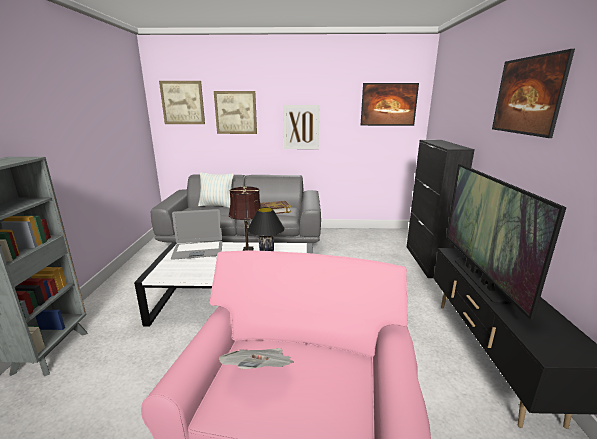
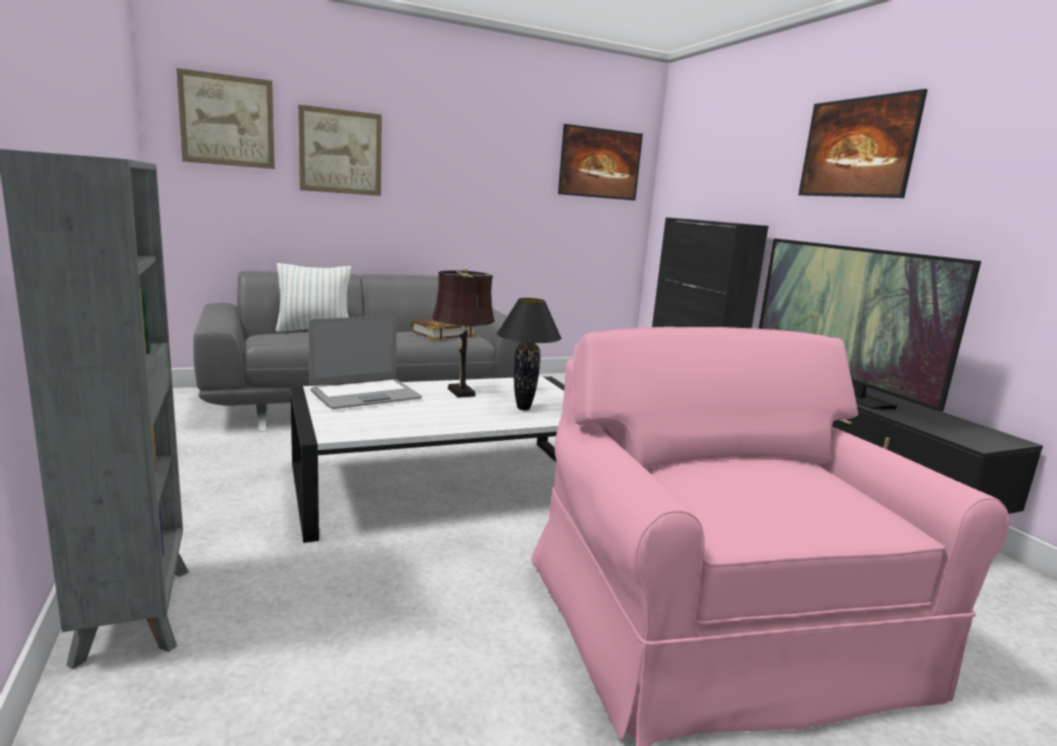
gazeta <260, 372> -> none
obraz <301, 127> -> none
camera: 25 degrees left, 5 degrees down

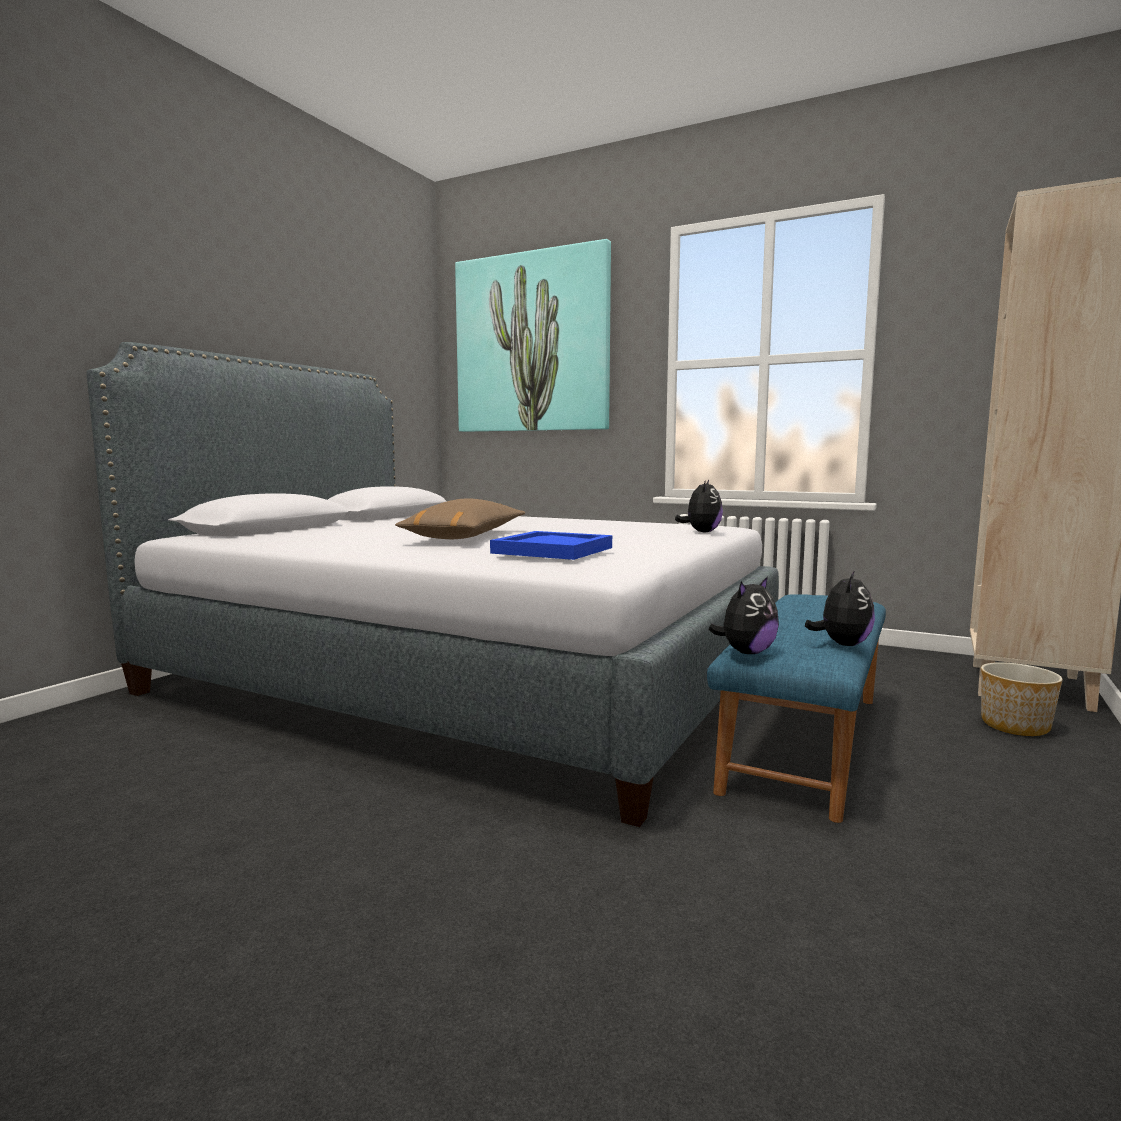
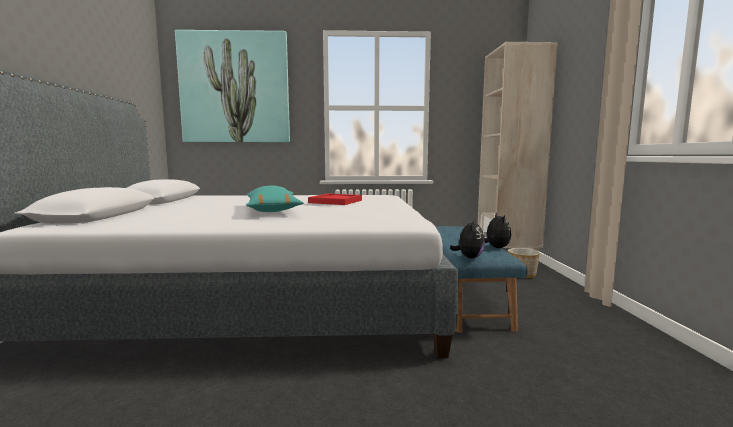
poduszka [brązowy] <465, 537> -> poduszka [turkusowy] <272, 210>
none -> taca [czerwony] <336, 201>
taca [niebieski] <550, 550> -> none
pluszak <701, 532> -> none
camera: 30 degrees left, 0 degrees up

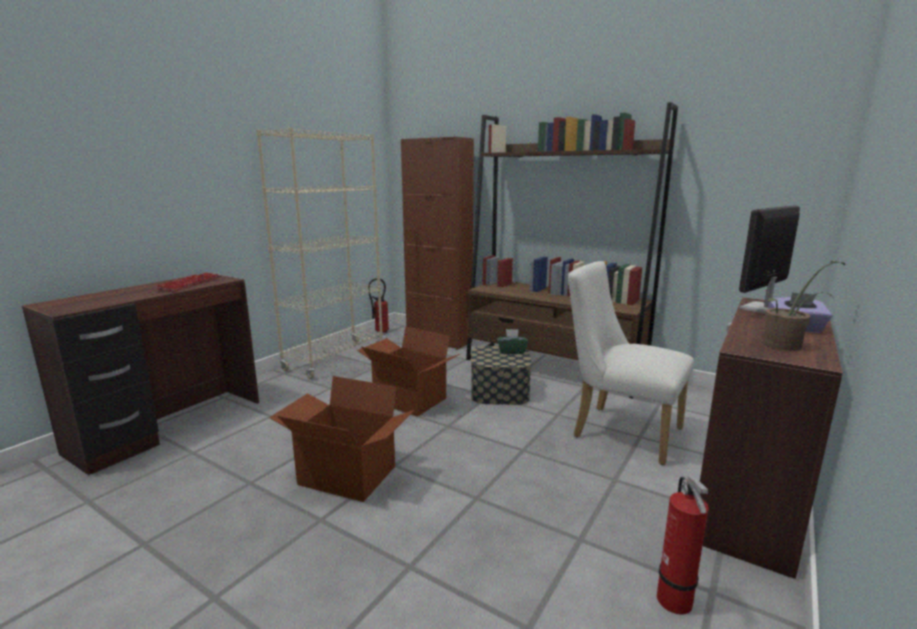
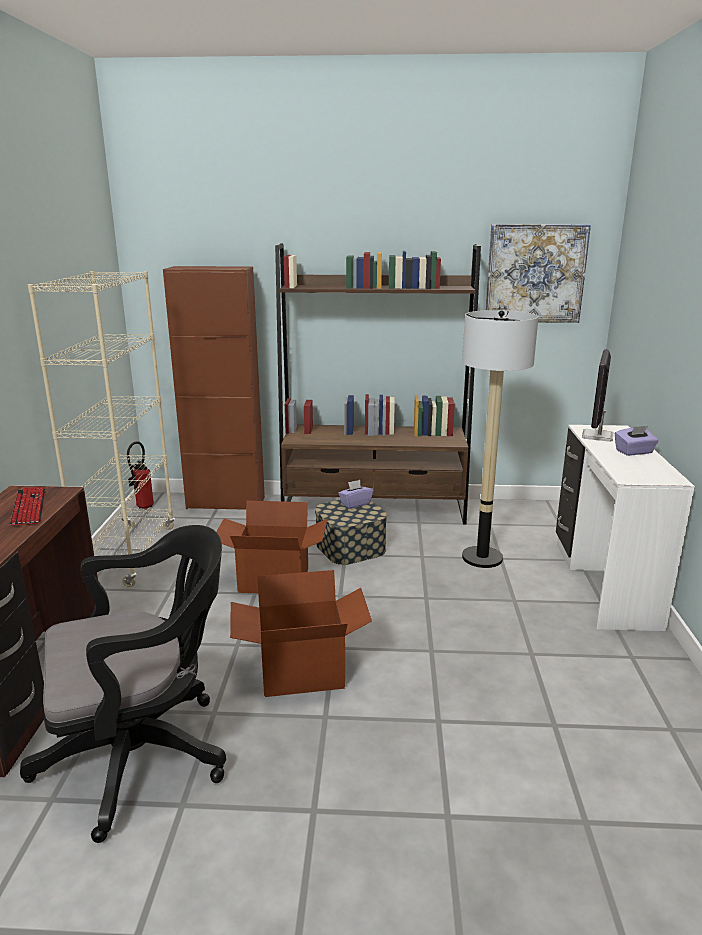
none -> krzesło biurowe [czarny] <145, 754>
pudełko chusteczek [zielony] <511, 351> -> pudełko chusteczek [fioletowy] <355, 503>
krzesło [biały] <619, 431> -> lampa stojąca <482, 557>
none -> obraz <535, 274>
biurko [brązowy] <747, 494> -> biurko [biały] <602, 583>
gaśnica <675, 604> -> none
roślina doniczkowa <787, 345> -> none
camera: 30 degrees left, 5 degrees up

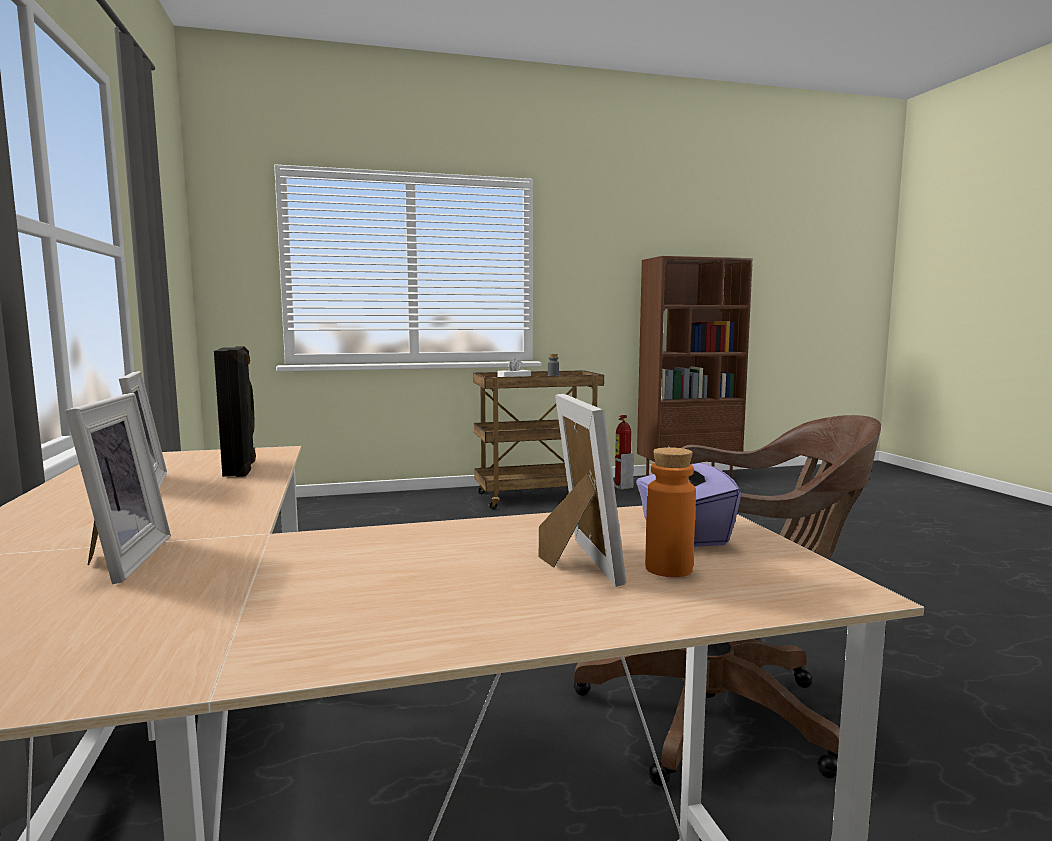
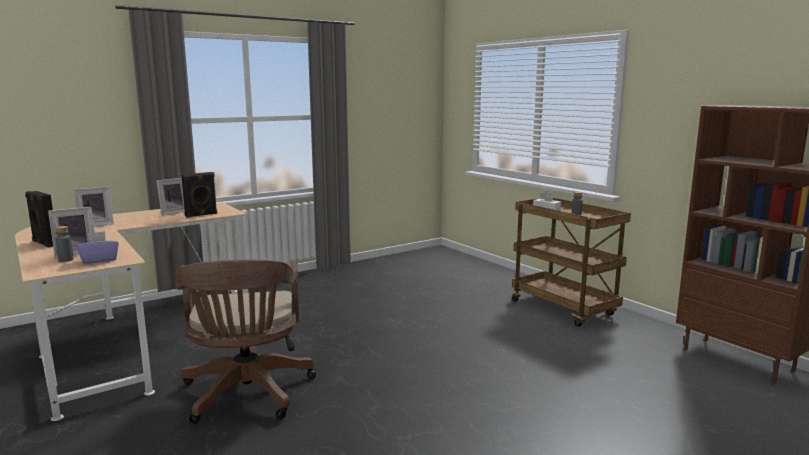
none -> głośnik [czarny] <44, 243>
butelka [pomarańczowy] <668, 569> -> butelka [szary] <66, 260>
gaśnica <622, 487> -> none
camera: 70 degrees right, 5 degrees up

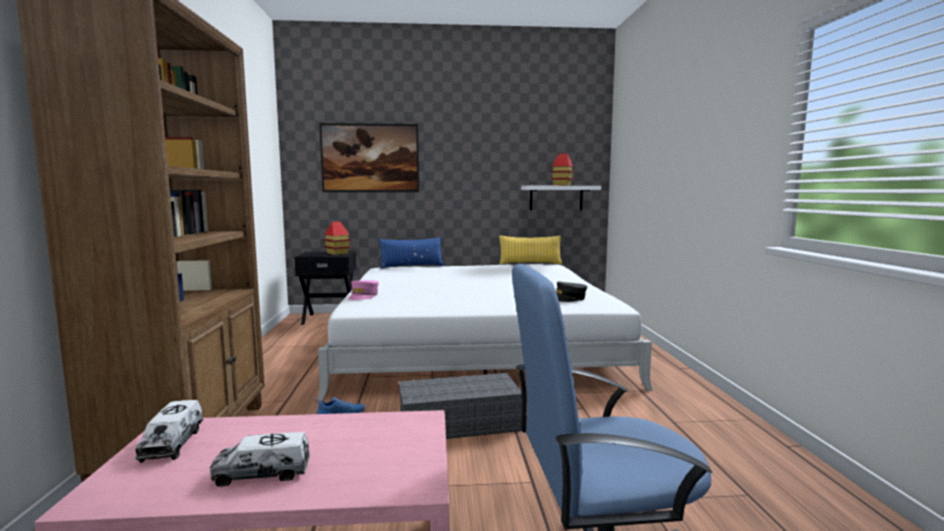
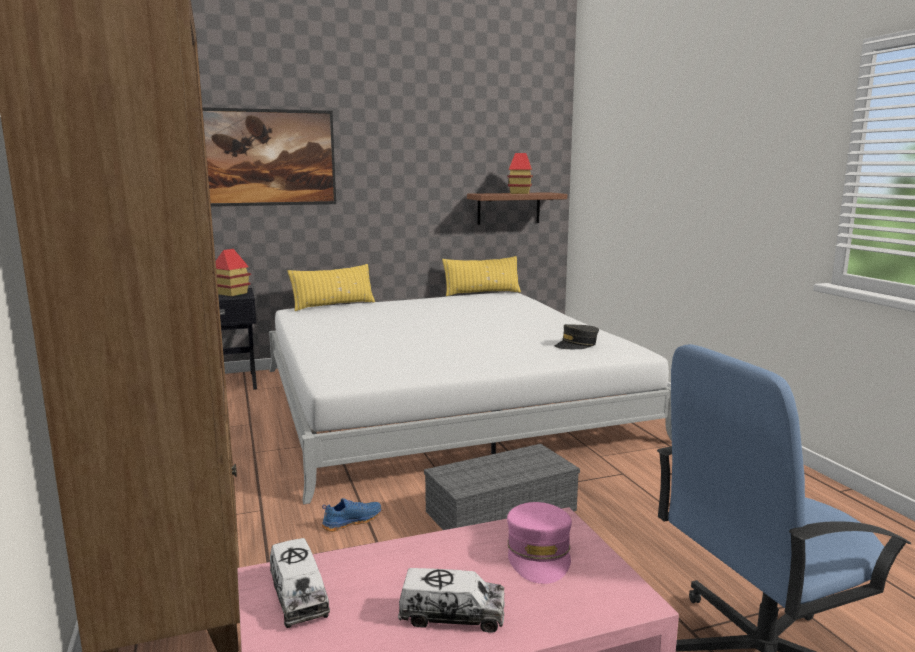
poduszka [niebieski] <411, 266> -> poduszka [żółty] <333, 305>
ciężarówka zabawkowa <262, 473> -> ciężarówka zabawkowa <452, 615>, 150 degrees counterclockwise
półka [biały] <556, 198> -> półka [brązowy] <508, 208>
czapka z daszkiem [różowy] <363, 296> -> czapka z daszkiem [różowy] <539, 554>, moved
camera: 15 degrees left, 5 degrees up

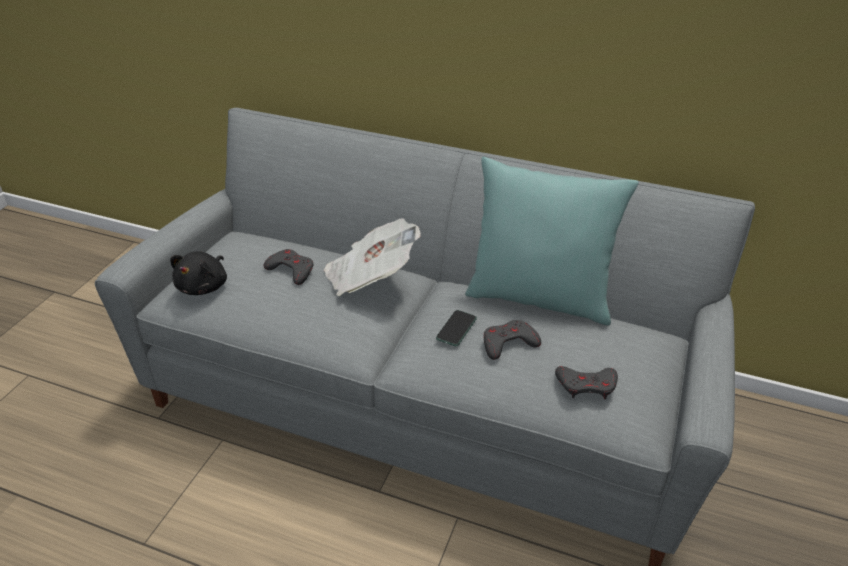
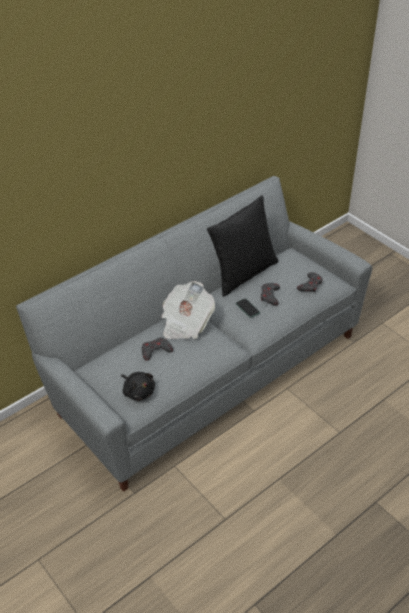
poduszka [turkusowy] <539, 297> -> poduszka [czarny] <243, 274>
camera: 60 degrees left, 5 degrees up

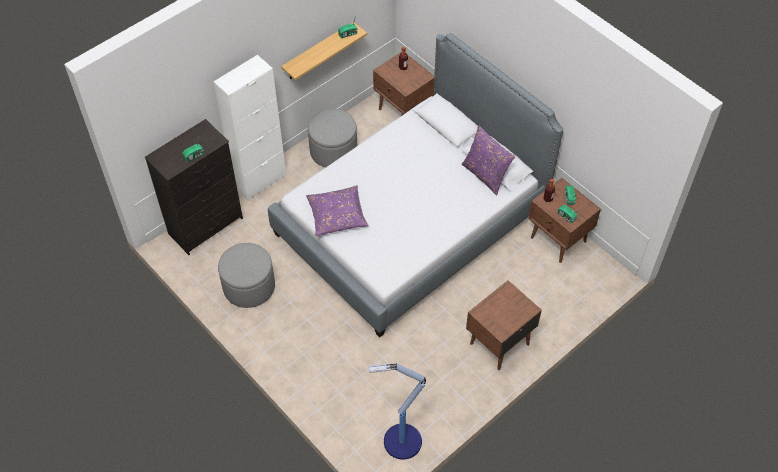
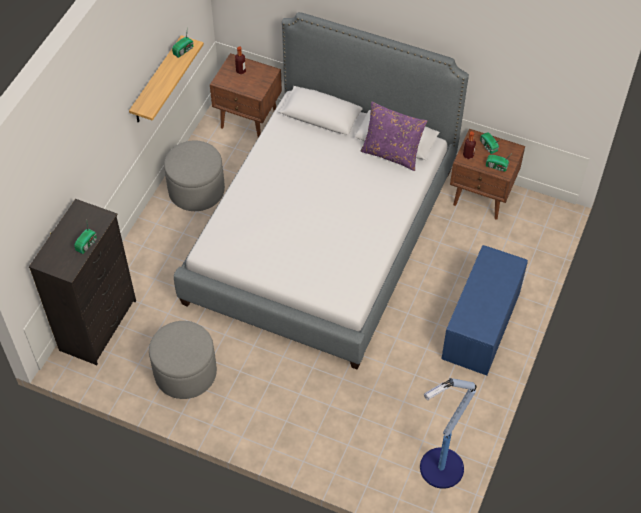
szafka nocna [brązowy] <498, 344> -> ławka [niebieski] <482, 326>
szafka [biały] <260, 181> -> none
poduszka [fioletowy] <337, 215> -> none
camera: 25 degrees left, 0 degrees up

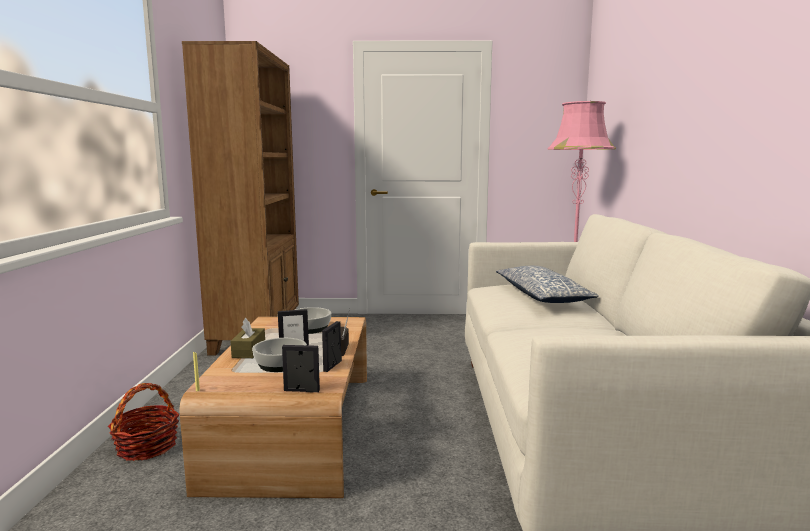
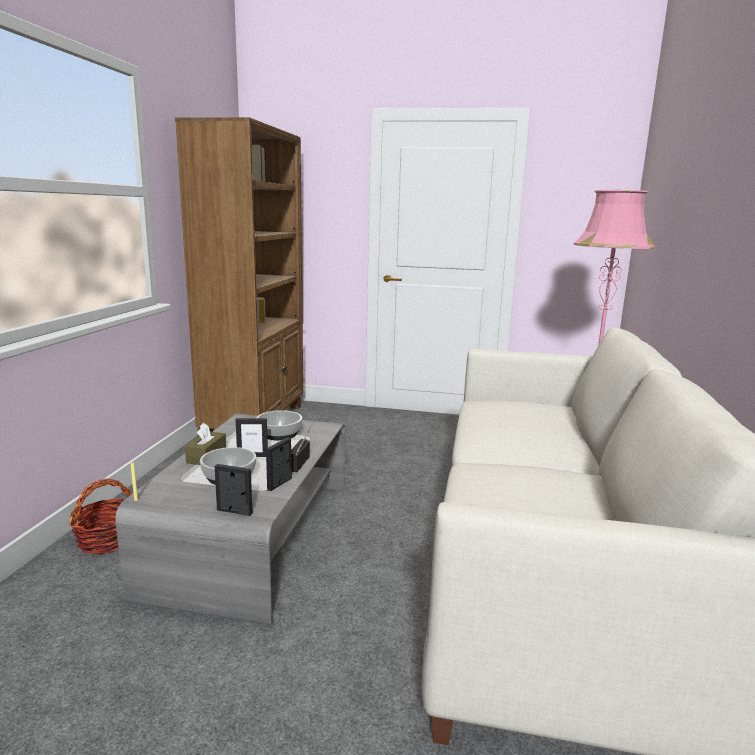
ława [brązowy] <295, 427> -> ława [szary] <253, 535>
poduszka <541, 296> -> none
camera: 10 degrees right, 5 degrees up

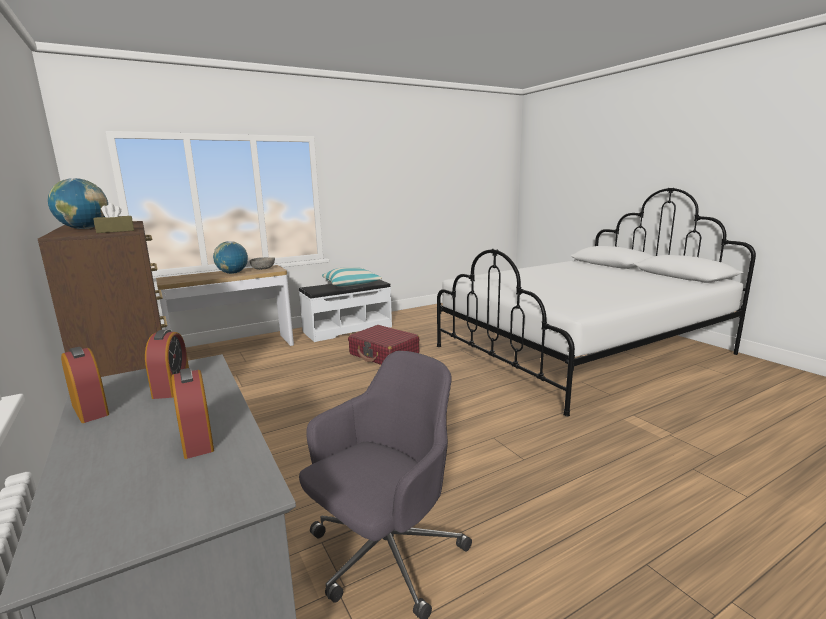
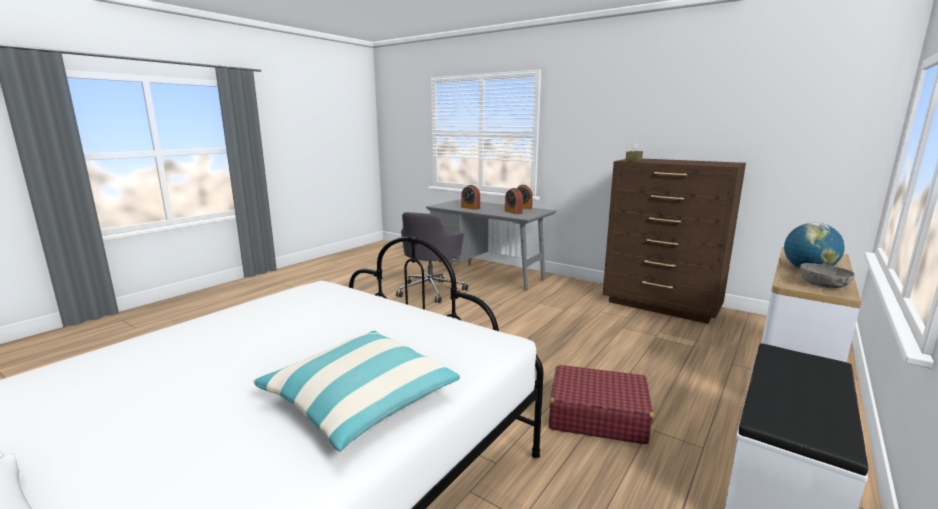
poduszka <351, 284> -> poduszka <360, 400>, moved
globus <84, 229> -> none
camera: 155 degrees right, 0 degrees up

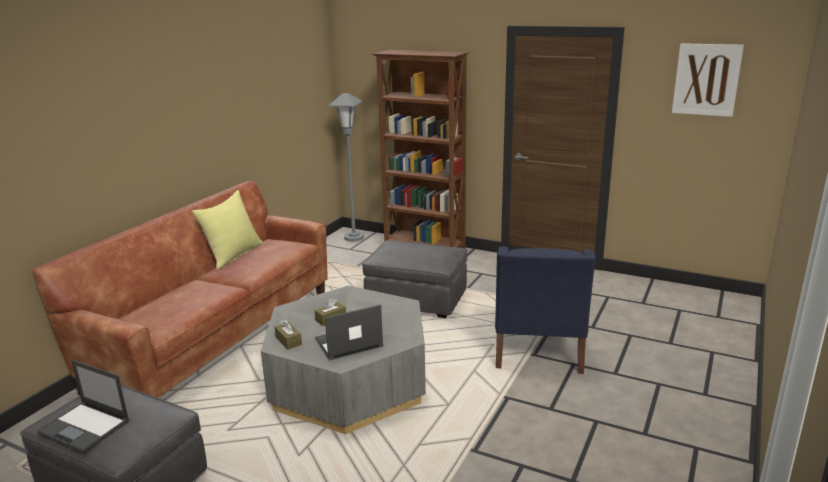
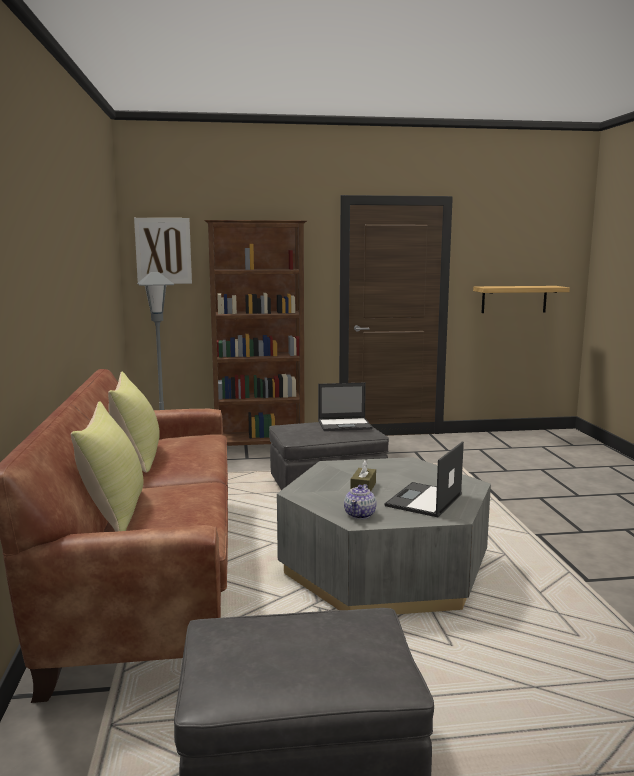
none -> poduszka [żółty] <114, 512>
obraz <706, 79> -> obraz <163, 251>, moved
laptop <85, 427> -> laptop <345, 425>, moved
pudełko chusteczek [brązowy] <288, 341> -> imbryk <360, 514>
none -> półka <514, 299>
fotel [niebieski] <537, 350> -> none
camera: 35 degrees left, 10 degrees down

